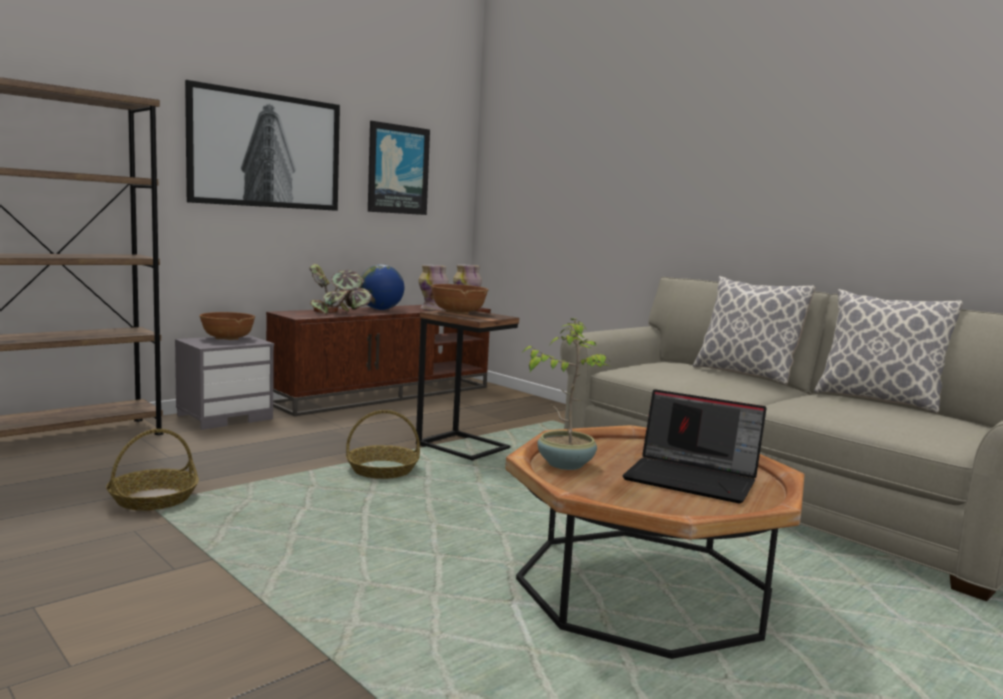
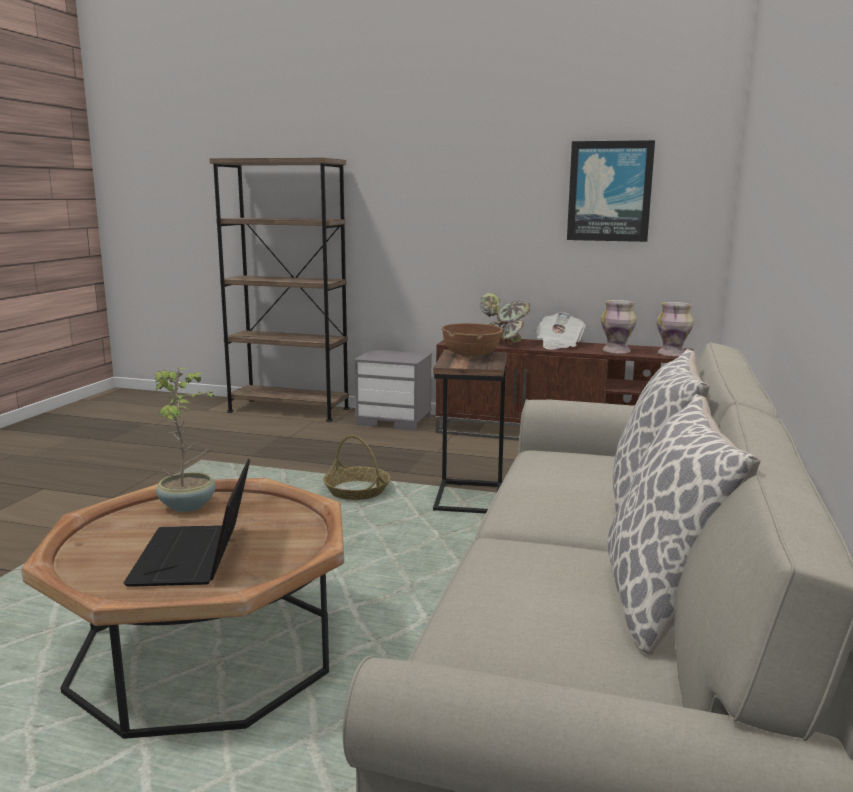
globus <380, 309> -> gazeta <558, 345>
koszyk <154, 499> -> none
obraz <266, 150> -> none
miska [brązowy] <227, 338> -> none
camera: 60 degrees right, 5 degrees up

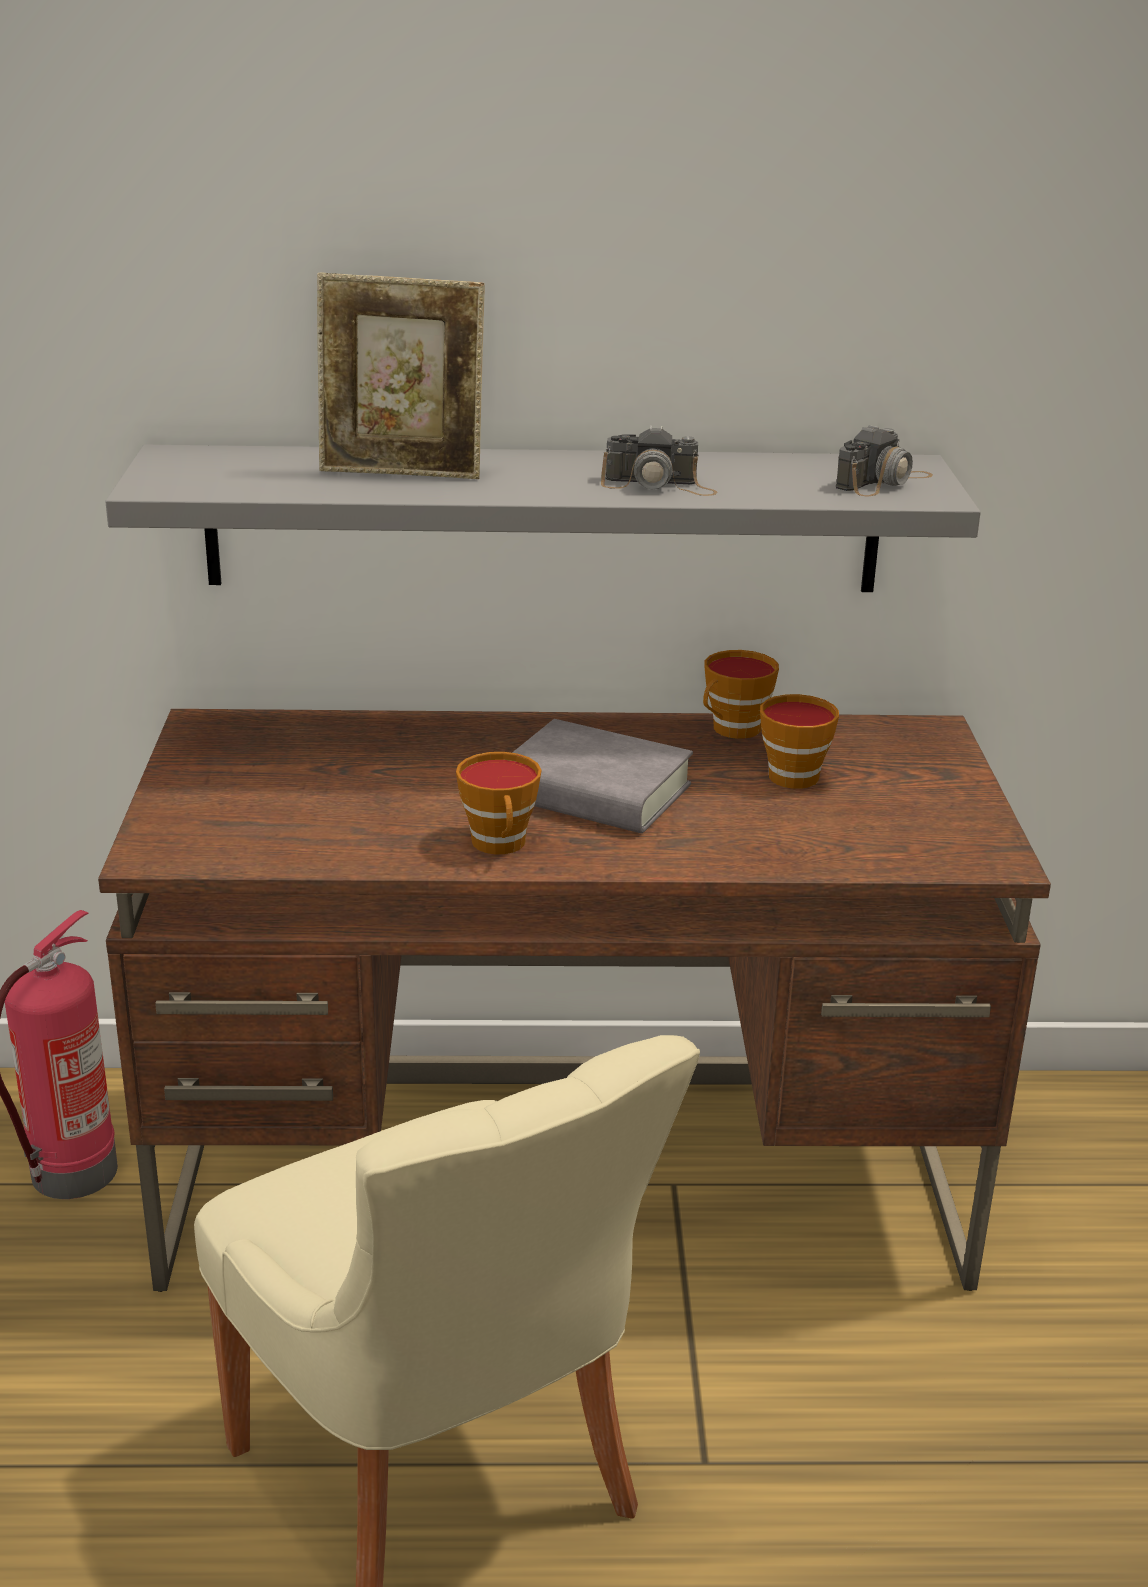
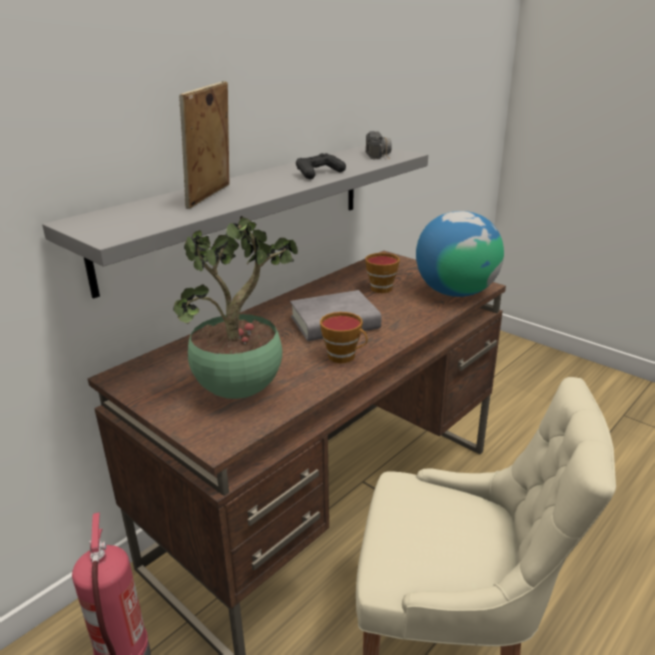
none -> roślina doniczkowa <241, 390>
ramka na zdjęcie <402, 473> -> ramka na zdjęcie <212, 197>, 150 degrees clockwise
aparat fotograficzny <659, 485> -> pad do gier [czarny] <319, 173>
none -> globus <455, 292>
filiżanka <733, 730> -> none
camera: 45 degrees left, 0 degrees up

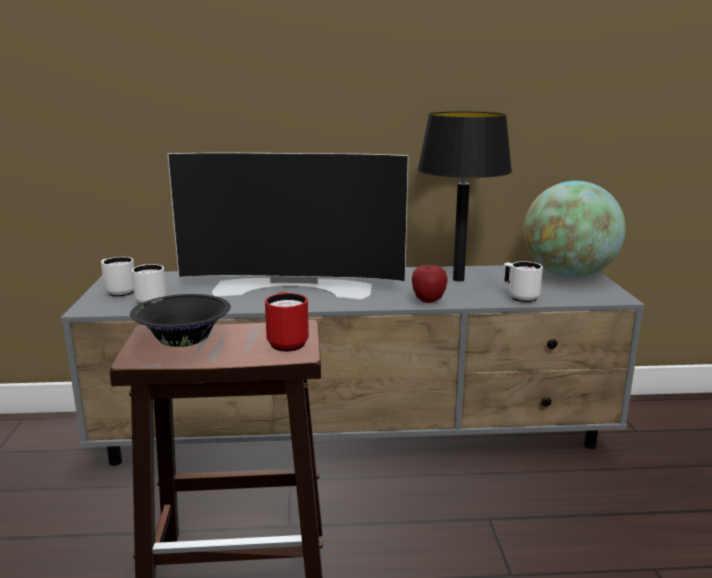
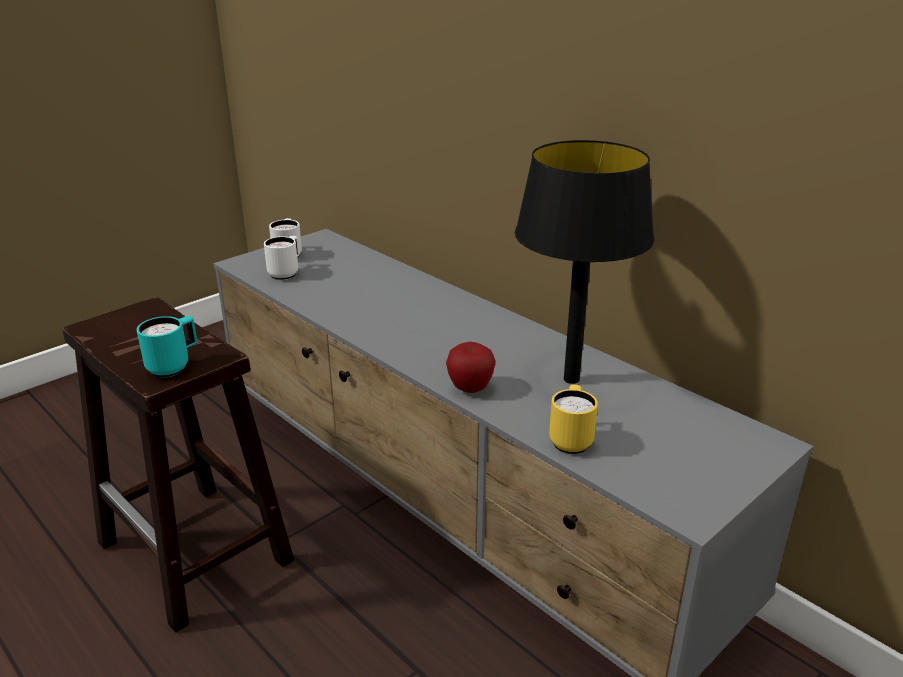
kubek [czerwony] <287, 342> -> kubek [turkusowy] <174, 366>
kubek [biały] <519, 297> -> kubek [żółty] <571, 439>
miska [czarny] <184, 344> -> none
telewizor <294, 286> -> none
globus <568, 275> -> none
camera: 50 degrees right, 10 degrees up

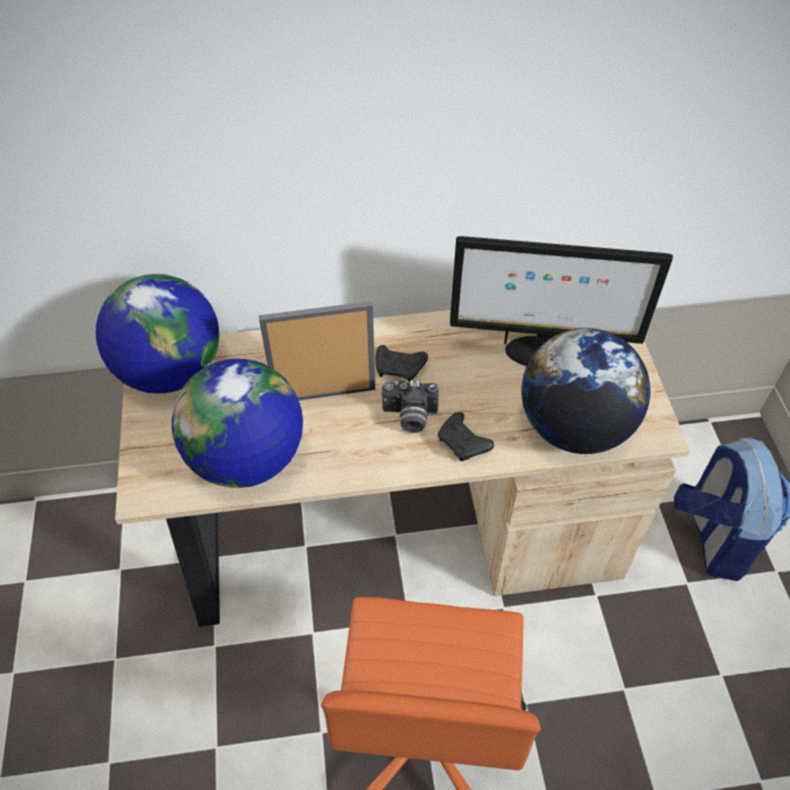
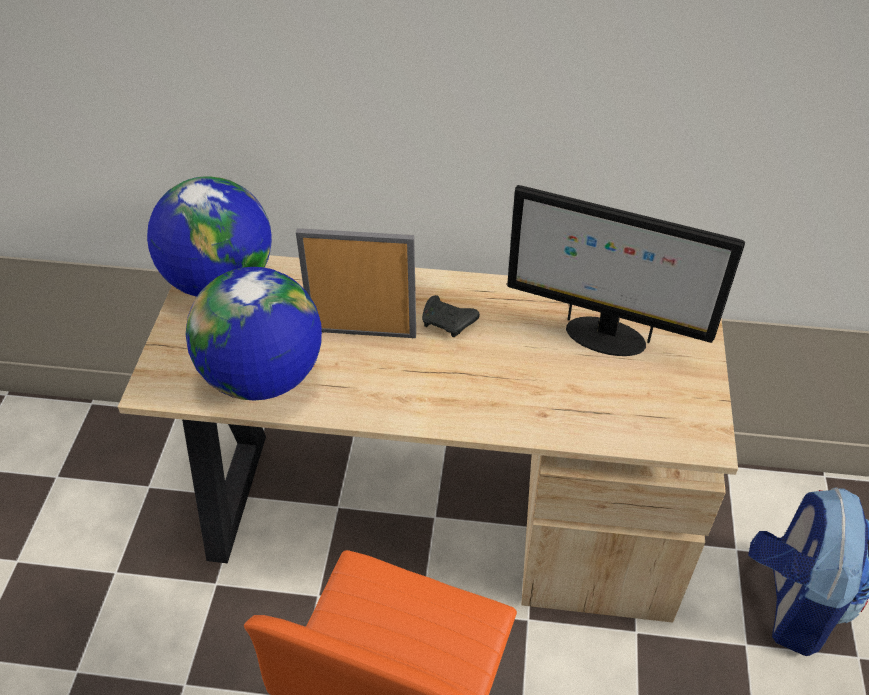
aparat fotograficzny <409, 417> -> none
pad do gier [czarny] <463, 444> -> none
globus <574, 427> -> none
camera: 15 degrees right, 5 degrees down

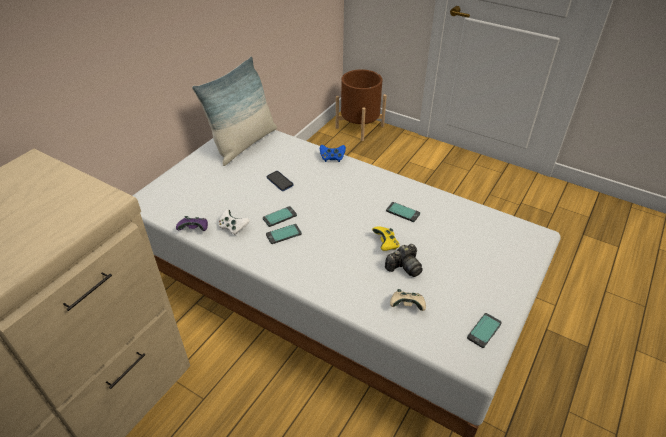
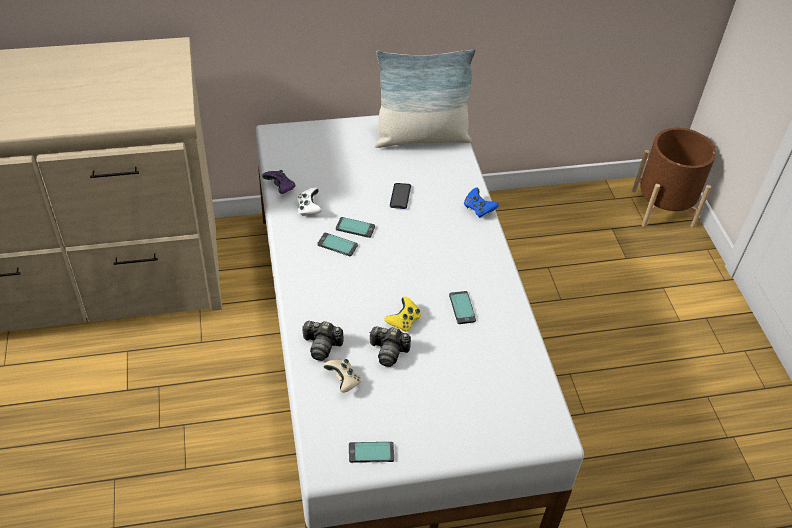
none -> aparat fotograficzny <322, 345>
camera: 45 degrees right, 5 degrees up

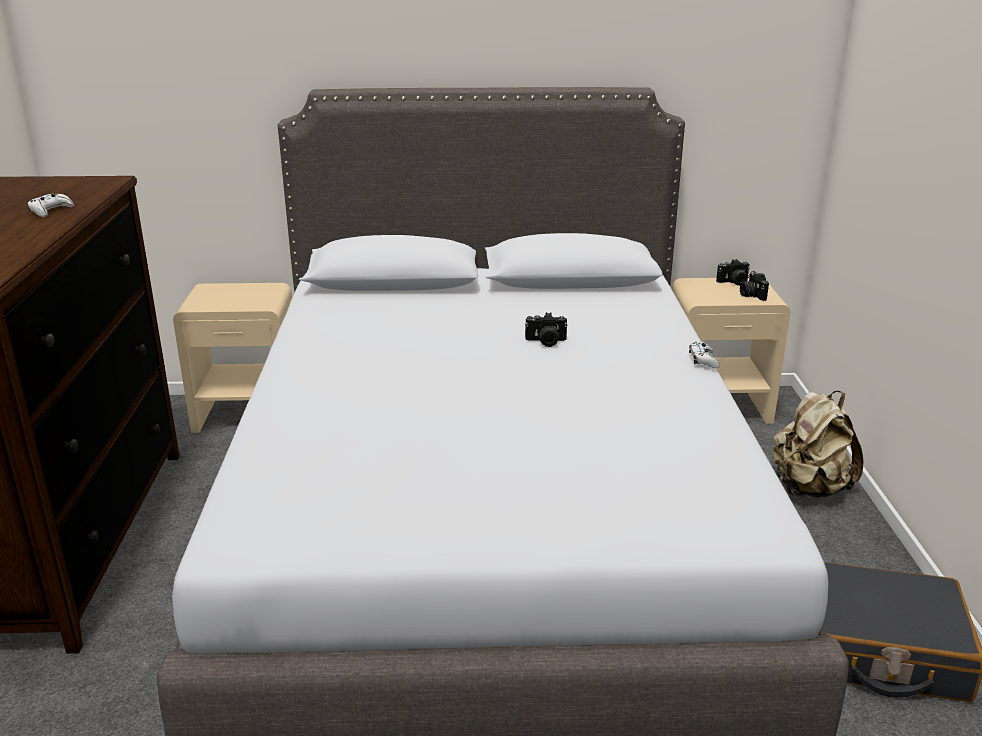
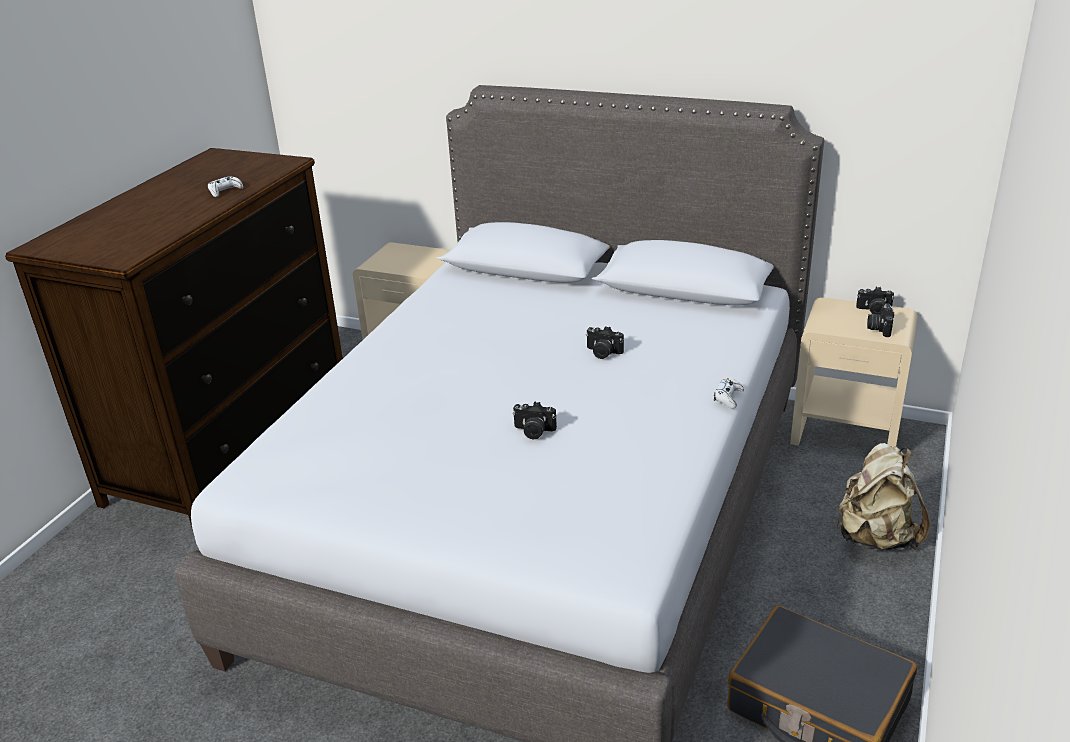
none -> aparat fotograficzny <533, 431>
camera: 25 degrees right, 5 degrees up

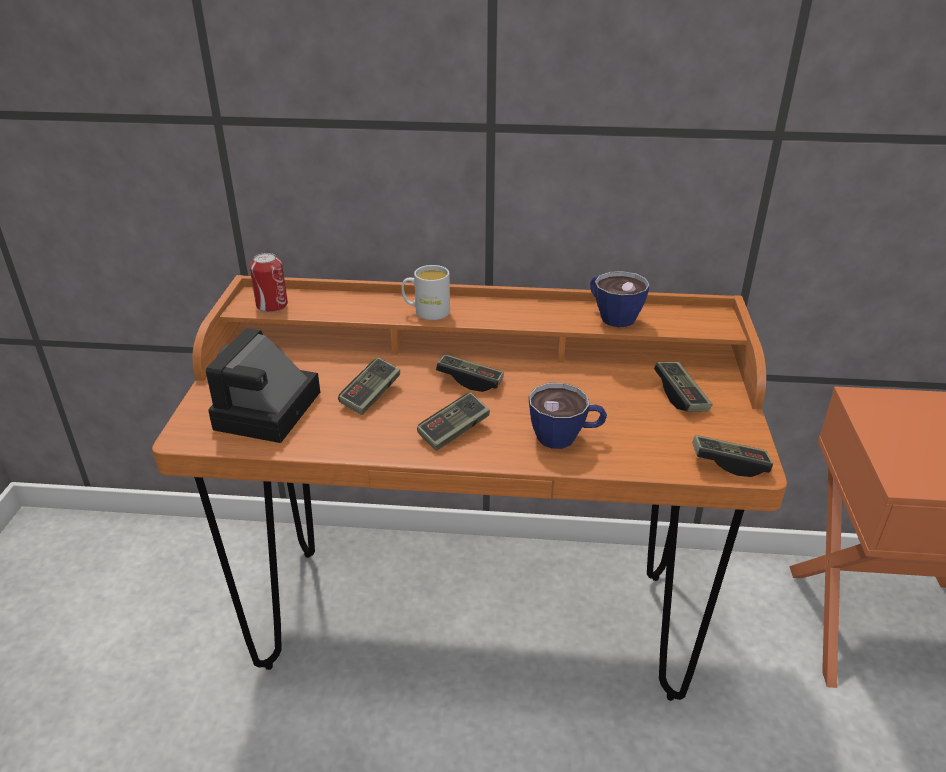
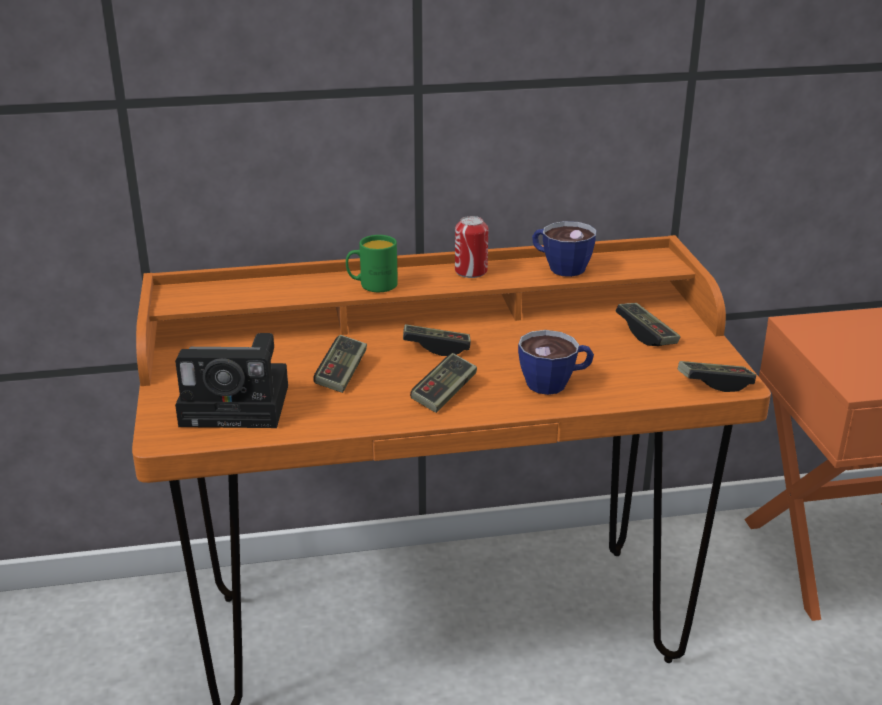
aparat fotograficzny <267, 413> -> aparat fotograficzny <240, 405>, 90 degrees counterclockwise
kubek [biały] <426, 312> -> kubek [zielony] <372, 285>
puszka <272, 305> -> puszka <471, 271>, moved
camera: 15 degrees left, 5 degrees down

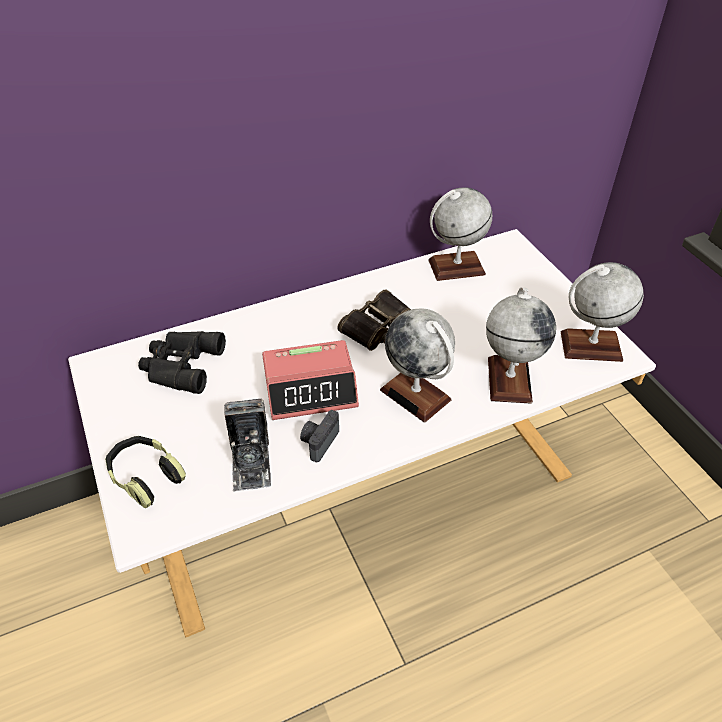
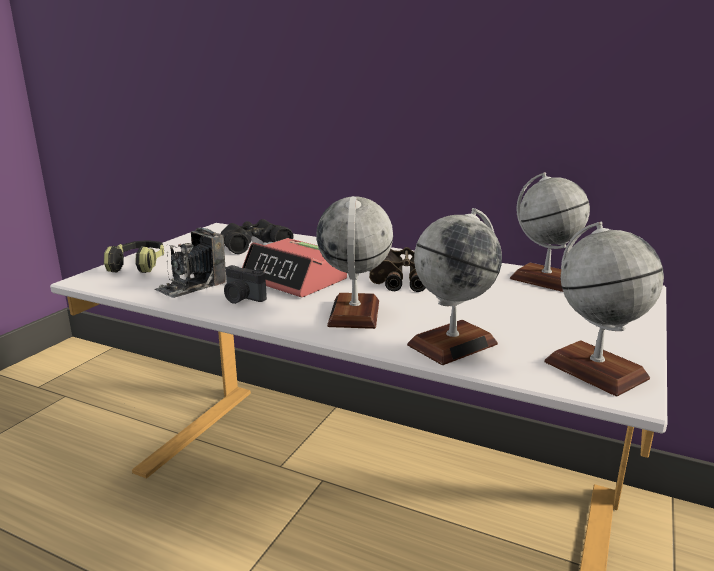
aparat fotograficzny <318, 442> -> aparat fotograficzny <242, 298>, 135 degrees counterclockwise
camera: 50 degrees right, 25 degrees down

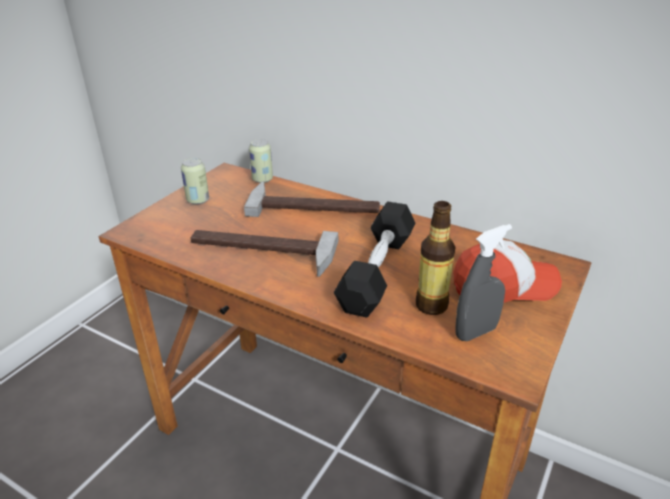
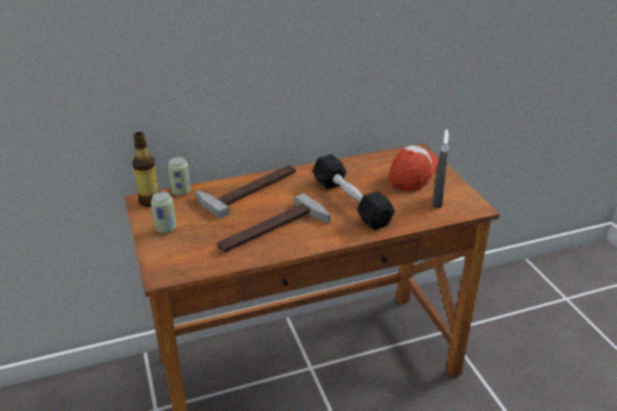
butelka <431, 305> -> butelka <150, 202>, moved
camera: 50 degrees left, 0 degrees up

